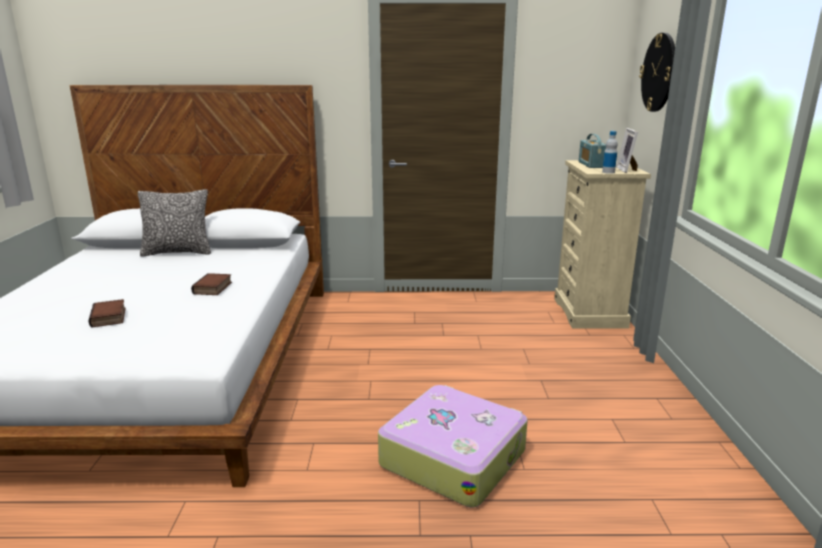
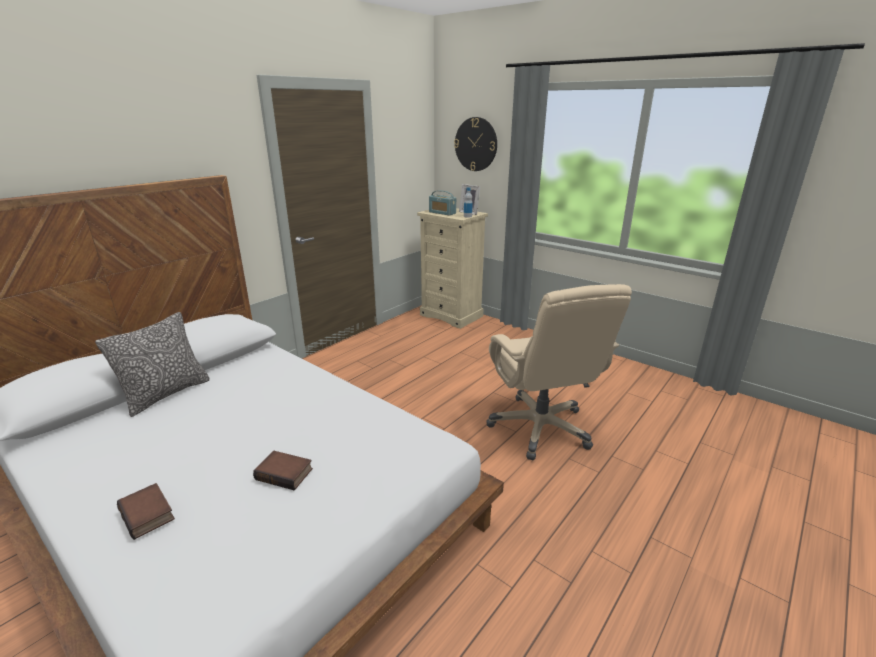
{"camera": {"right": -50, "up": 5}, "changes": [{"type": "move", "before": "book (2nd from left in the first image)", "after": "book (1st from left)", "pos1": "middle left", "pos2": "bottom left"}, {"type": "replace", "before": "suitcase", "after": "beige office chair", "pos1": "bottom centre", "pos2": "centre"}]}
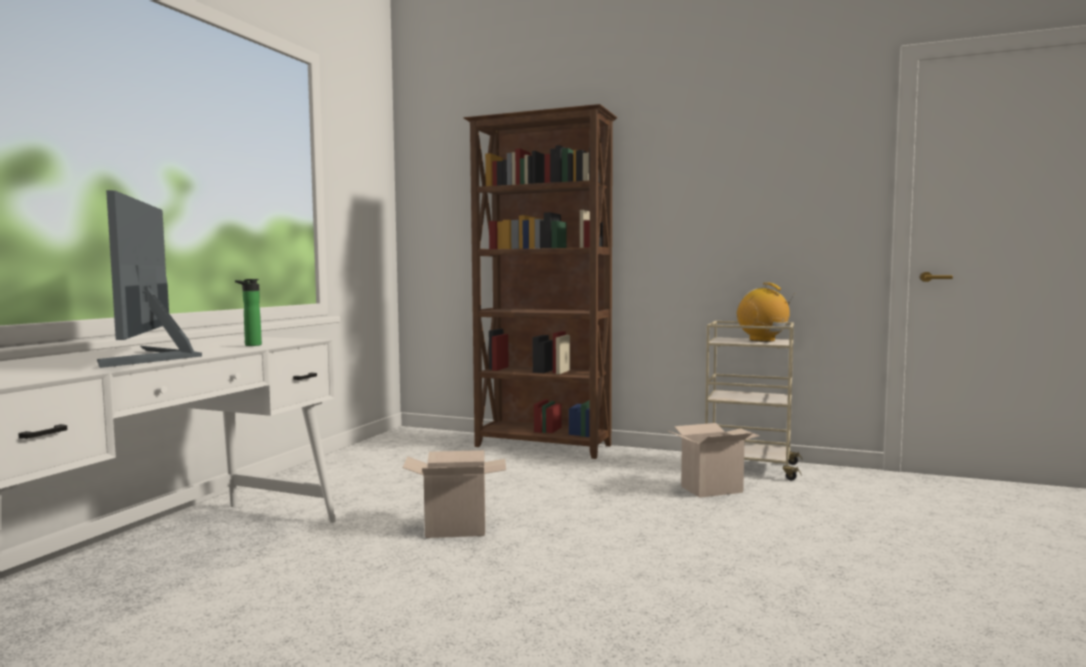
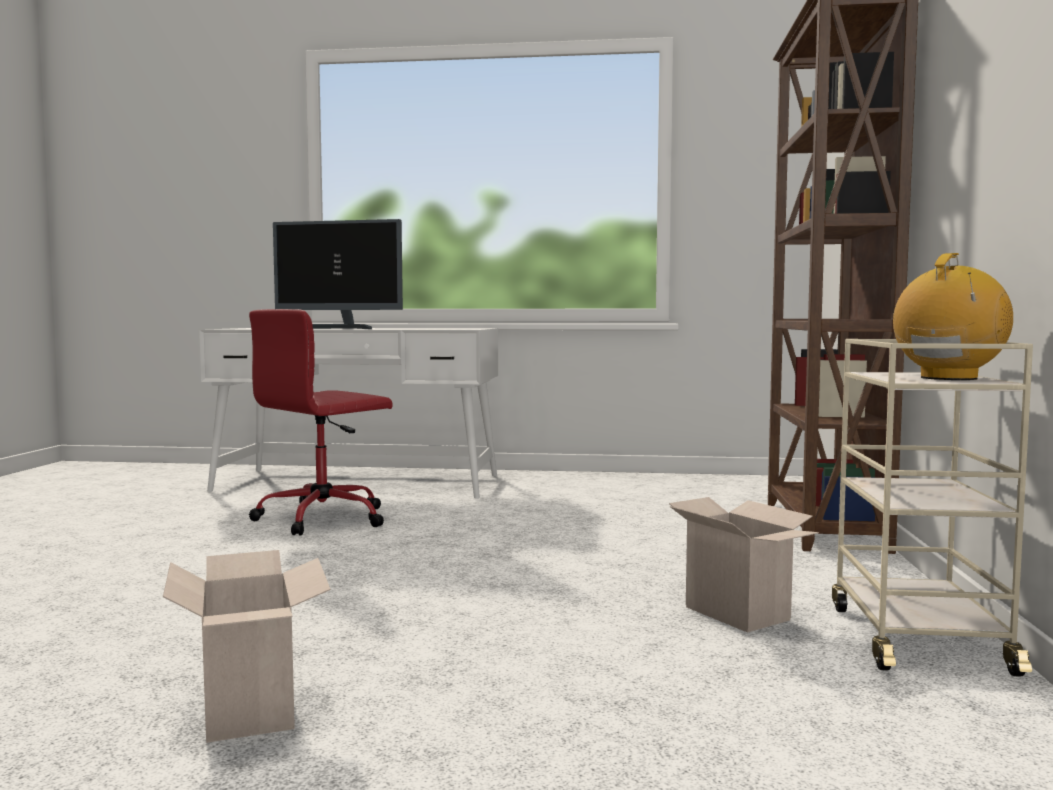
{"camera": {"right": 75, "up": 0}, "changes": [{"type": "move", "before": "cardboard box (1st from left)", "pos1": "bottom centre", "pos2": "bottom left"}, {"type": "insert", "after": "red office chair", "pos2": "middle left"}, {"type": "rotate", "before": "monitor", "pos1": "middle left", "pos2": "middle left", "turn": -135}, {"type": "delete", "before": "bottle", "pos1": "middle left"}]}
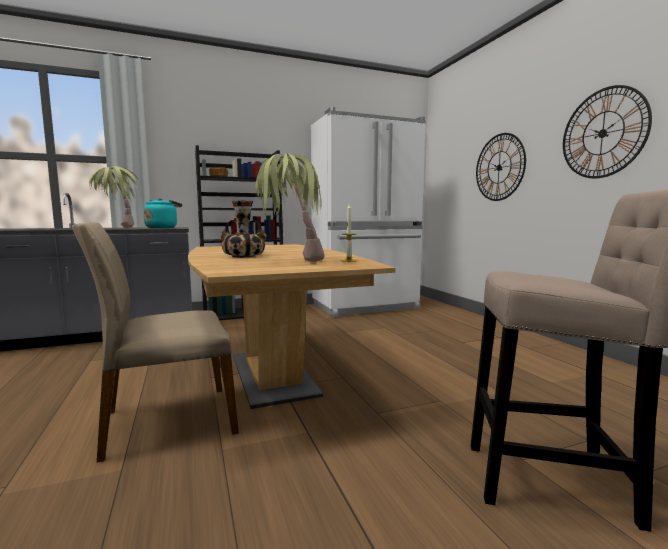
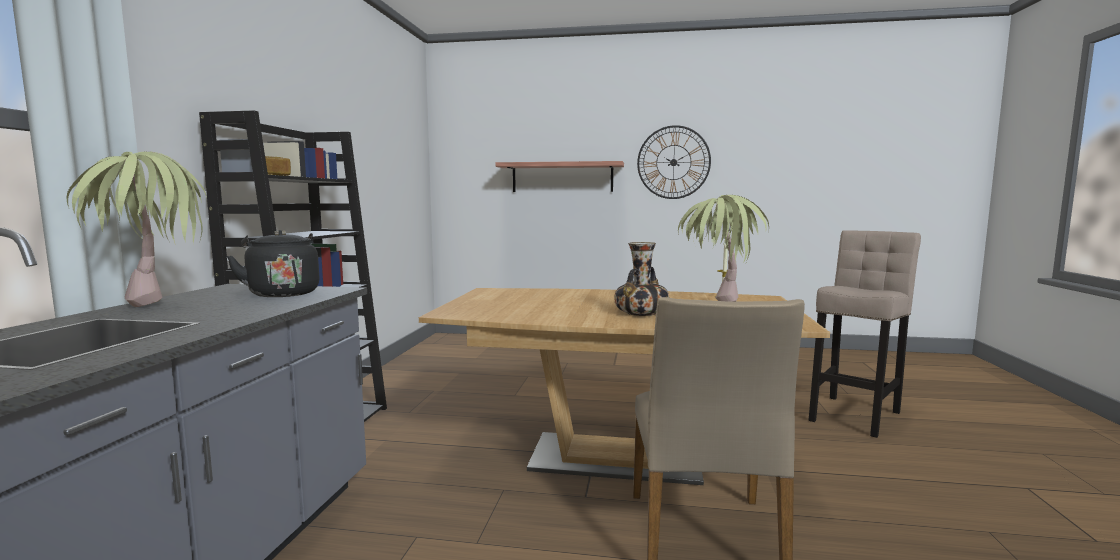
{"camera": {"right": -60, "up": 0}, "changes": [{"type": "recolor", "before": "turquoise kettle", "after": "black kettle", "pos1": "middle left", "pos2": "middle left"}, {"type": "replace", "before": "wall clock (1st from left)", "after": "shelf", "pos1": "top right", "pos2": "top centre"}, {"type": "delete", "before": "white fridge", "pos1": "centre"}]}
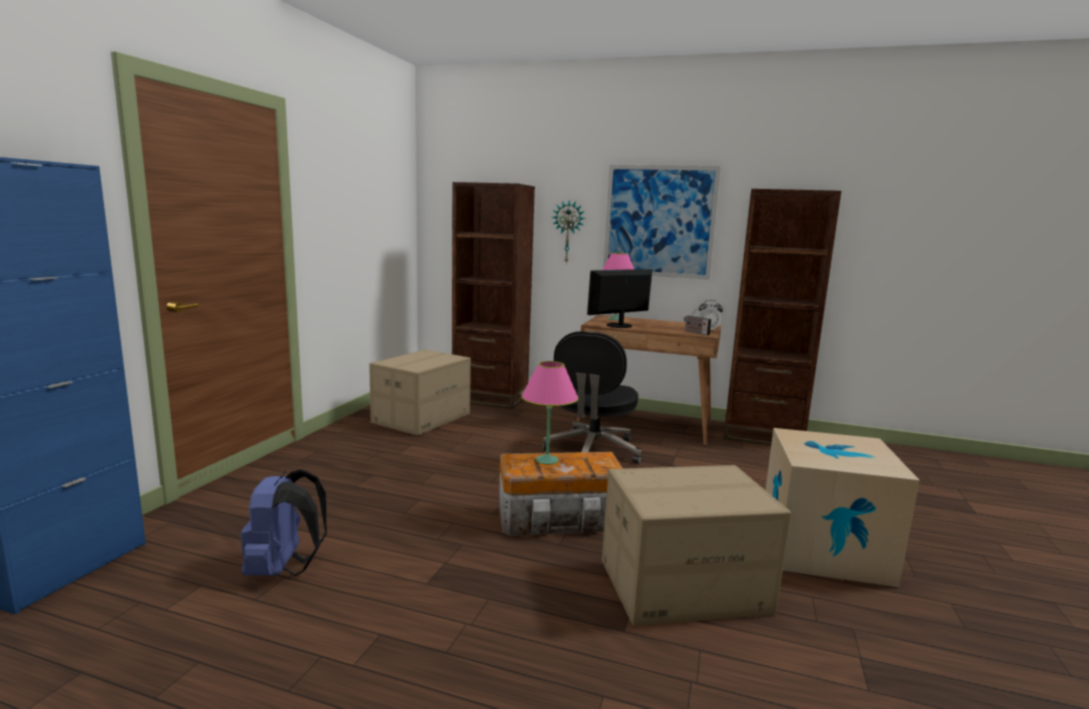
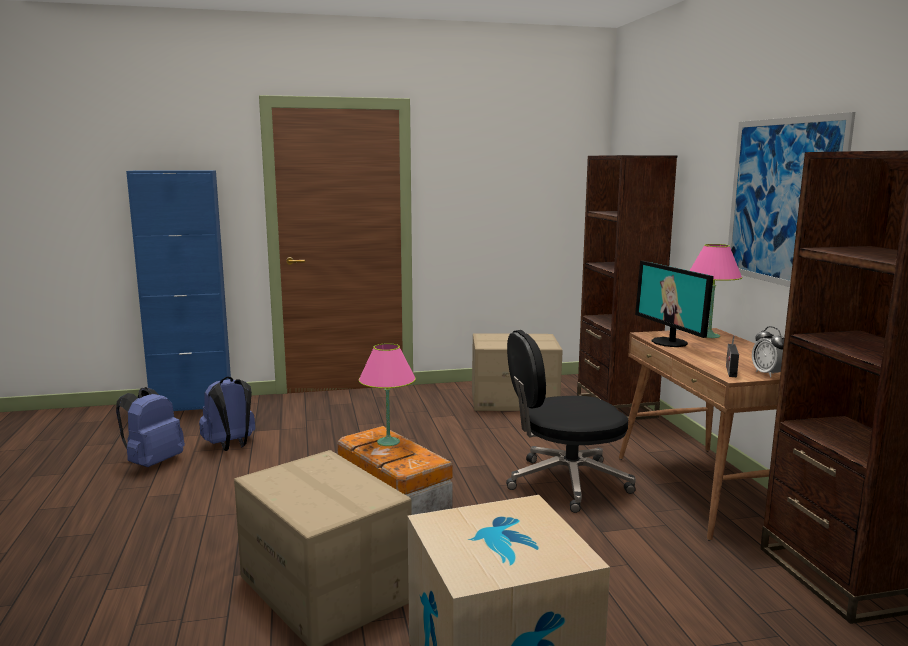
{"camera": {"right": 60, "up": 0}, "changes": [{"type": "insert", "after": "blue backpack (1st from left)", "pos2": "middle left"}, {"type": "rotate", "before": "monitor", "pos1": "centre", "pos2": "middle right", "turn": -135}, {"type": "delete", "before": "wall clock", "pos1": "top centre"}]}
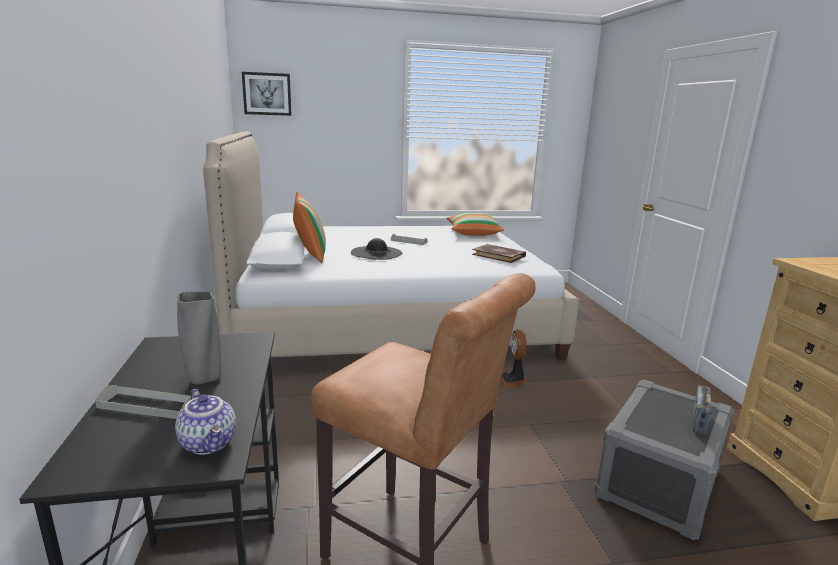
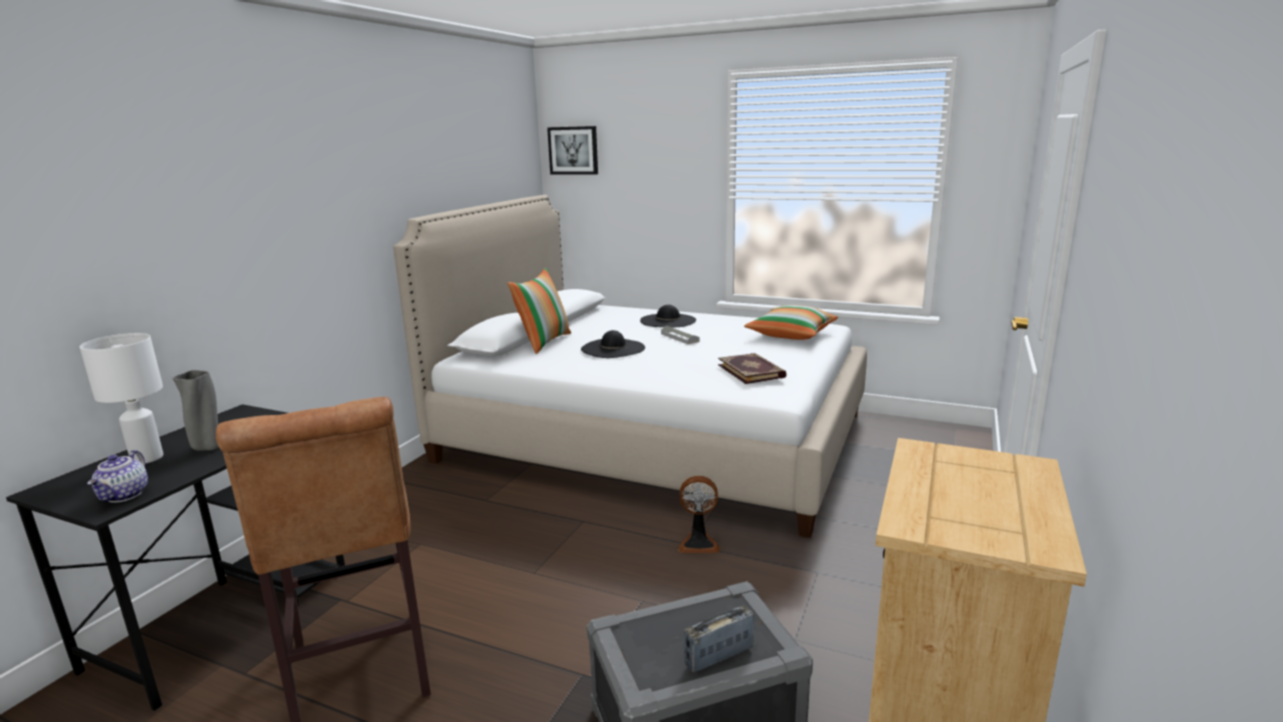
{"camera": {"right": 35, "up": 0}, "changes": [{"type": "replace", "before": "grey tray (1st from left)", "after": "white table lamp", "pos1": "bottom left", "pos2": "middle left"}, {"type": "insert", "after": "black hat (2nd from left)", "pos2": "centre"}, {"type": "rotate", "before": "fan", "pos1": "centre", "pos2": "bottom centre", "turn": -120}]}
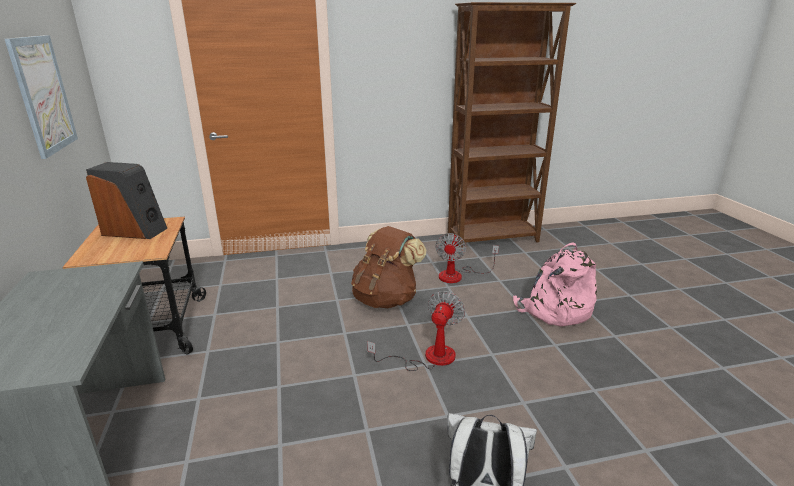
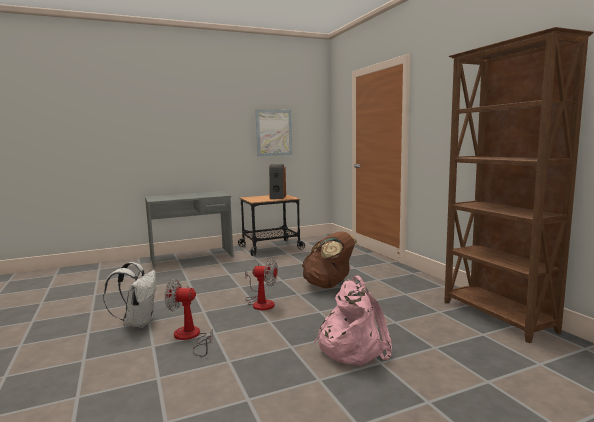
{"camera": {"right": 80, "up": -15}, "changes": [{"type": "move", "before": "fan (2nd from left in the first image)", "after": "fan (1st from left)", "pos1": "centre", "pos2": "bottom left"}]}
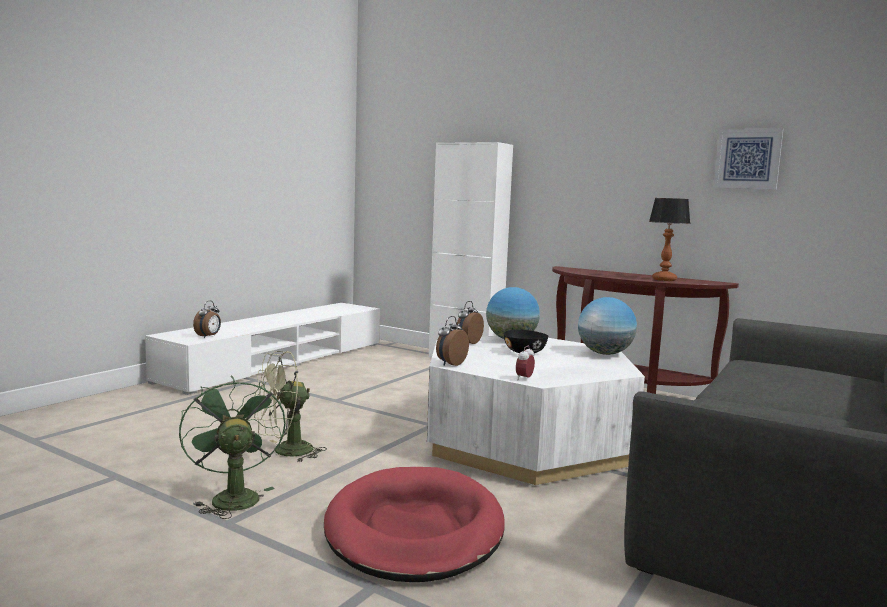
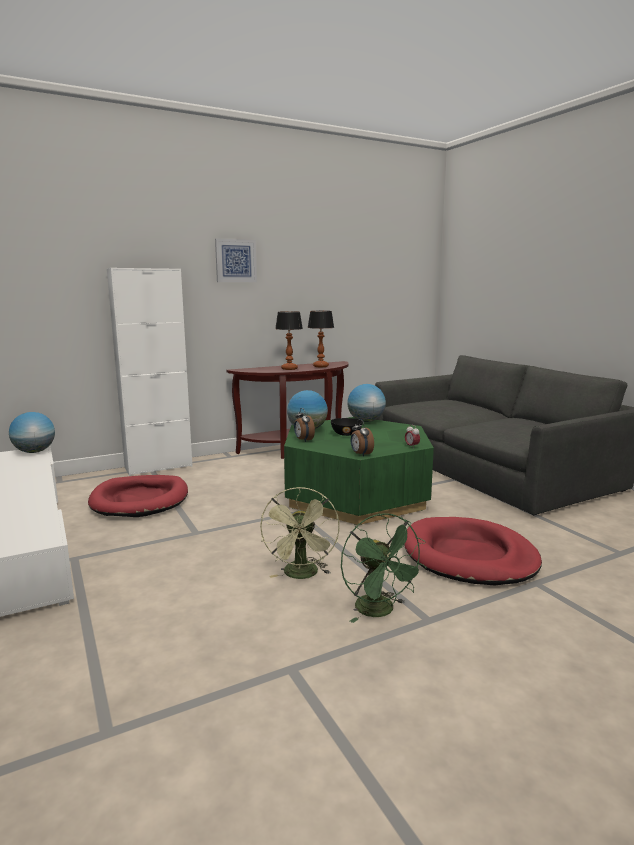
{"camera": {"right": -60, "up": 5}, "changes": [{"type": "insert", "after": "globe (1st from left)", "pos2": "middle left"}, {"type": "insert", "after": "red dog bed (1st from left)", "pos2": "middle left"}, {"type": "move", "before": "picture", "pos1": "top right", "pos2": "top centre"}, {"type": "insert", "after": "table lamp (1st from left)", "pos2": "centre"}, {"type": "recolor", "before": "white coffee table", "after": "green coffee table", "pos1": "bottom centre", "pos2": "centre"}, {"type": "rotate", "before": "green fan (1st from left in the first image)", "pos1": "bottom left", "pos2": "bottom centre", "turn": -120}, {"type": "delete", "before": "alarm clock (1st from left)", "pos1": "middle left"}]}
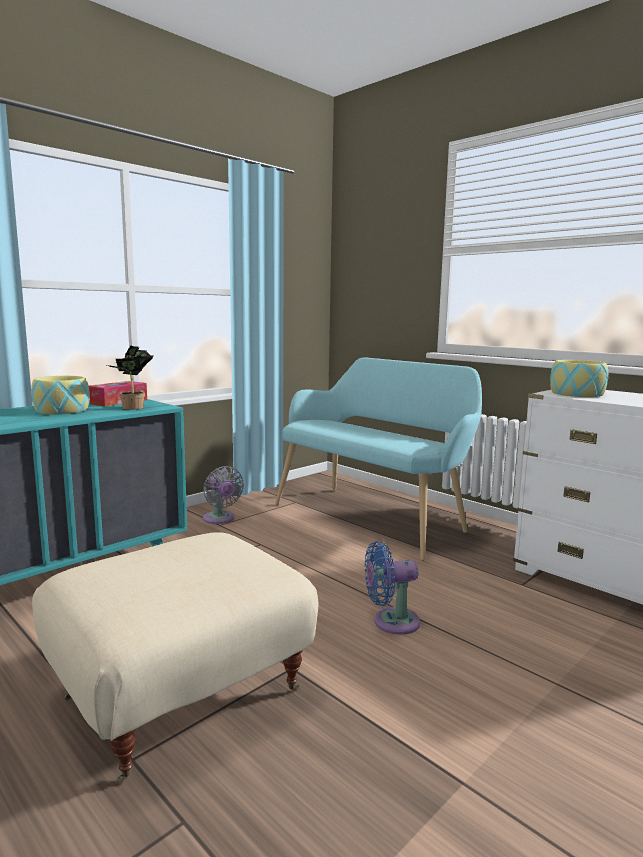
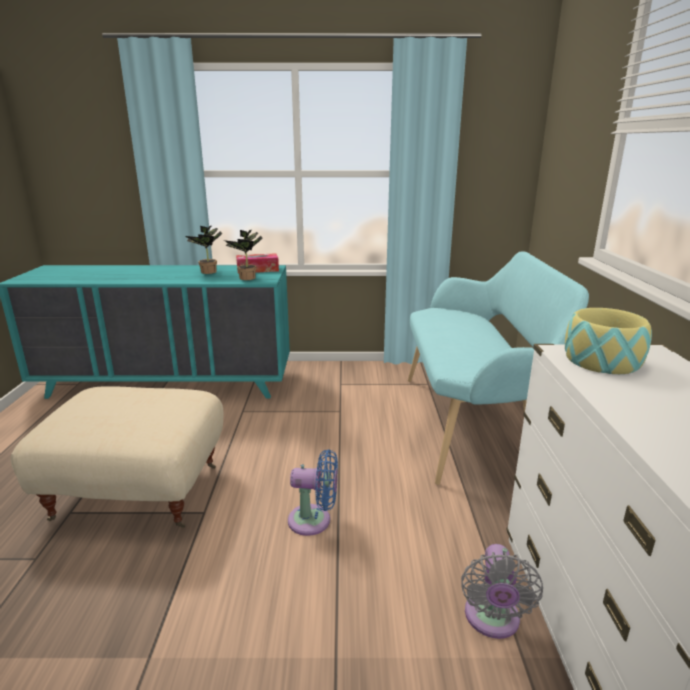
{"camera": {"right": 45, "up": 10}, "changes": [{"type": "replace", "before": "bowl (1st from left)", "after": "potted plant (1st from left)", "pos1": "middle left", "pos2": "middle left"}, {"type": "rotate", "before": "blue fan", "pos1": "bottom centre", "pos2": "bottom centre", "turn": 150}, {"type": "move", "before": "grey fan", "pos1": "centre", "pos2": "bottom right"}]}
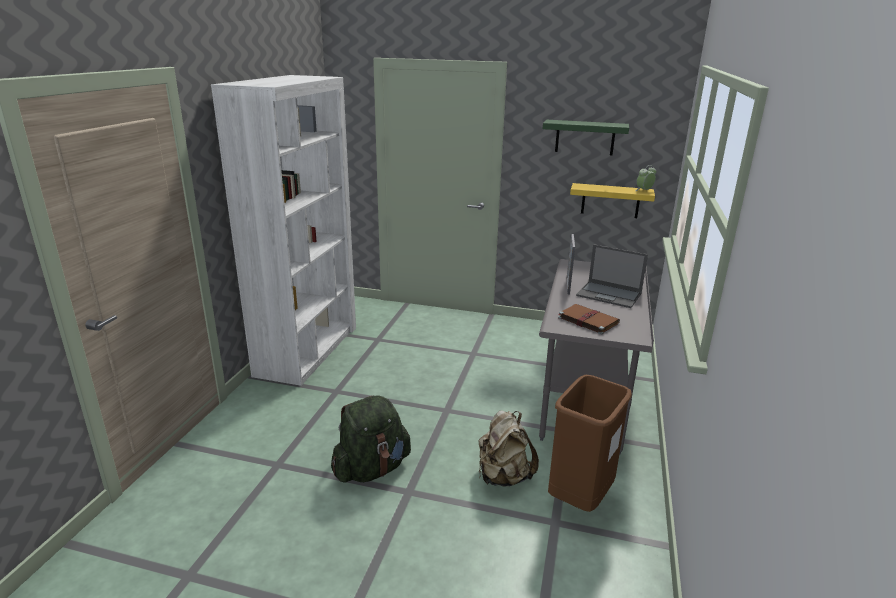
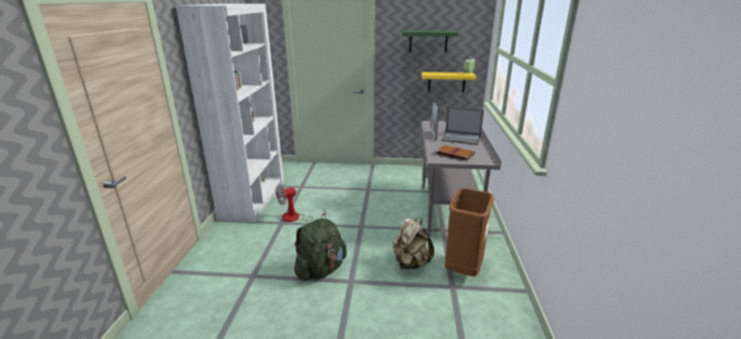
{"camera": {"right": -10, "up": 0}, "changes": [{"type": "insert", "after": "fan", "pos2": "centre"}]}
